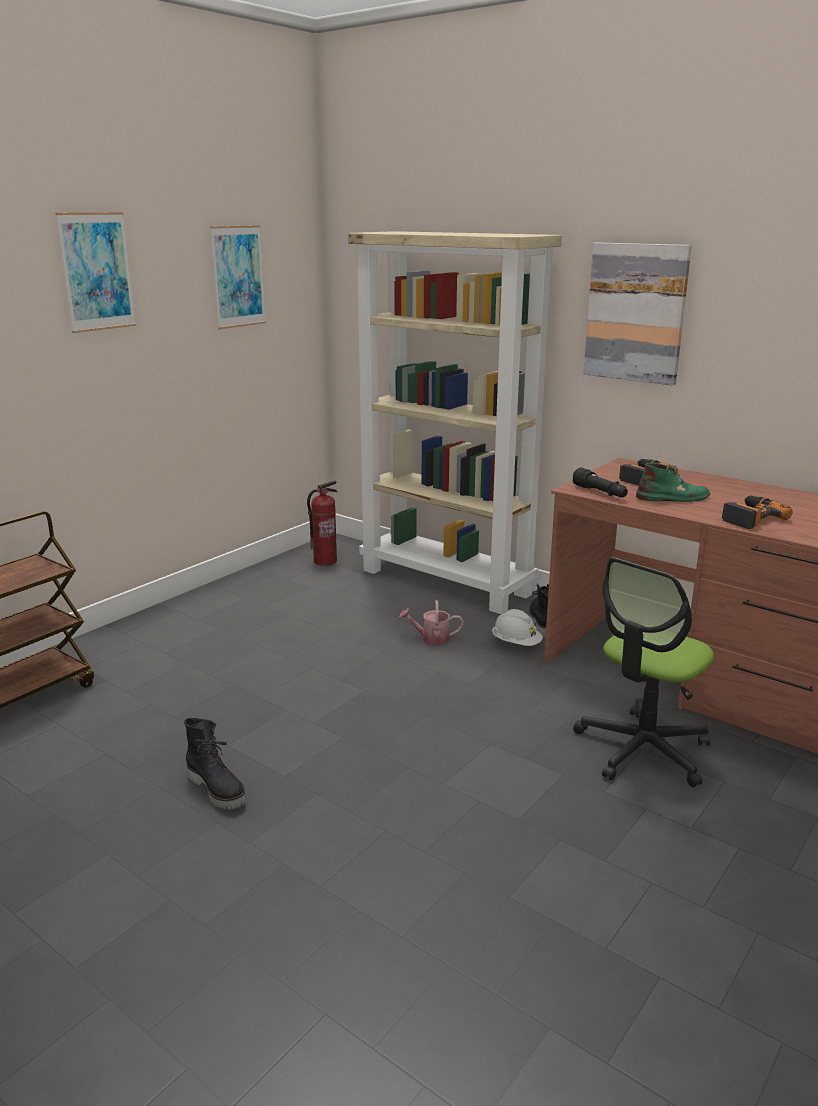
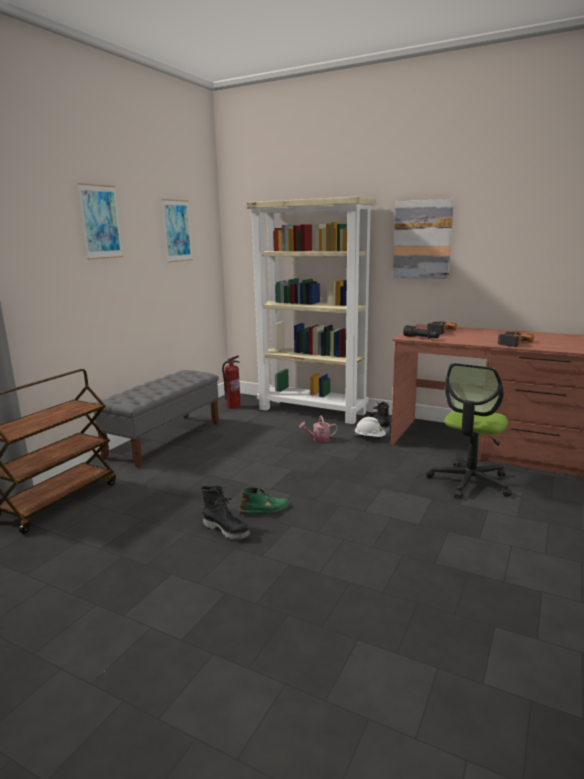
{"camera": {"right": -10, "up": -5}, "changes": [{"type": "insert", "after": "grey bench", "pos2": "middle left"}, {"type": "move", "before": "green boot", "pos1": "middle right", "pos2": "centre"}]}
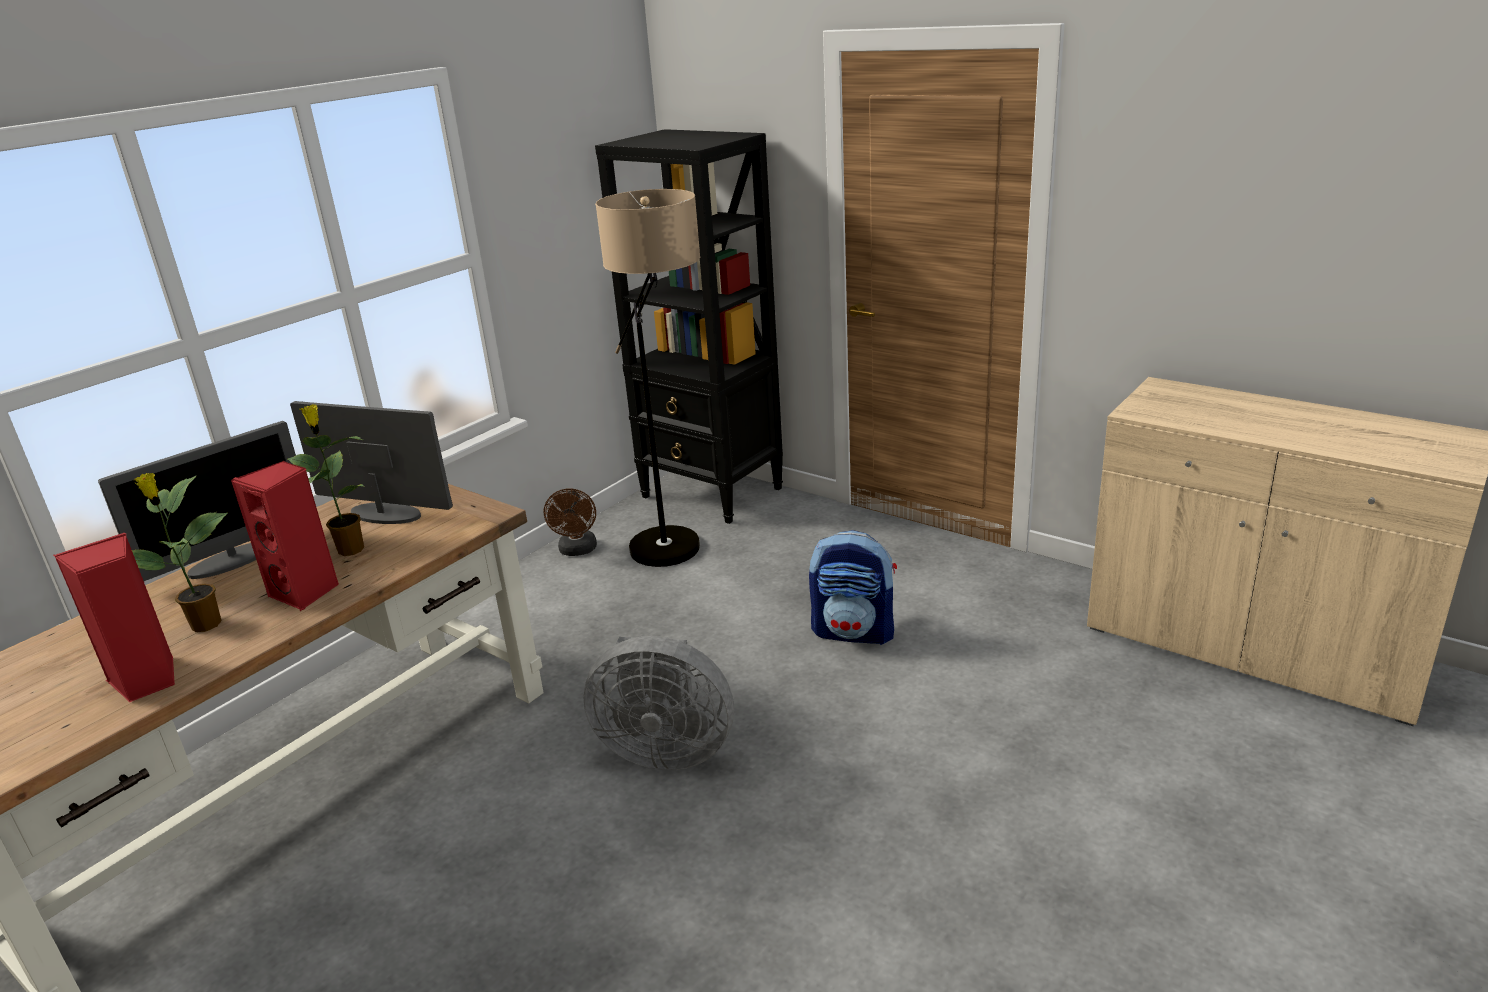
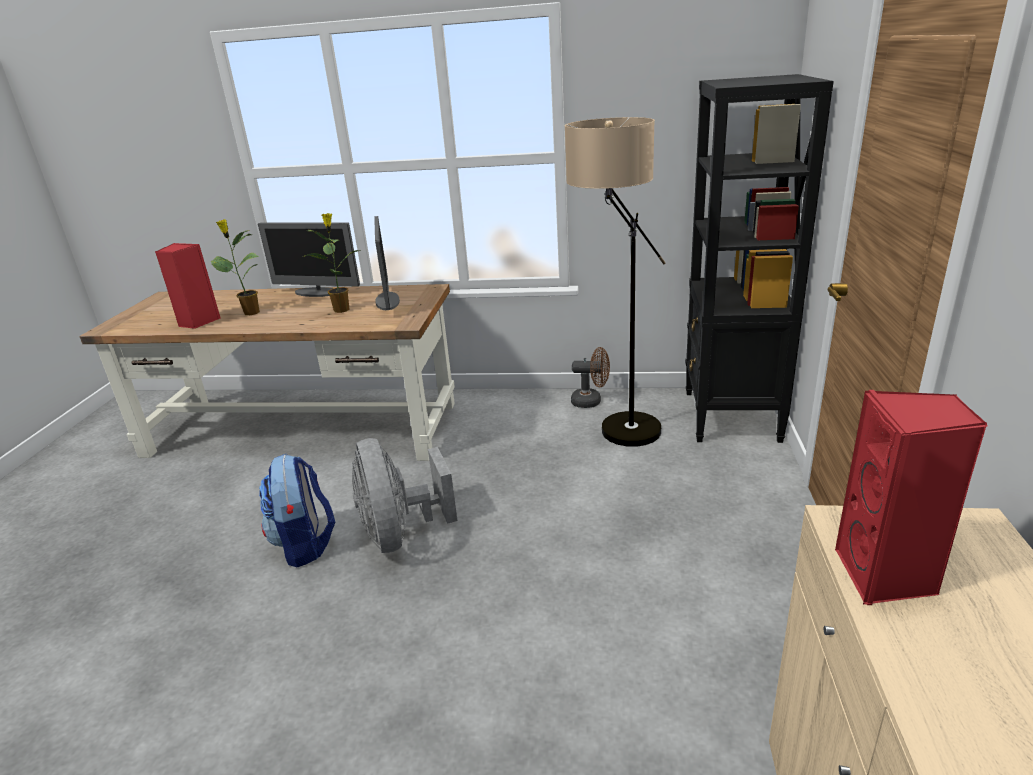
{"camera": {"right": 60, "up": 0}, "changes": [{"type": "move", "before": "backpack", "pos1": "centre", "pos2": "middle left"}, {"type": "rotate", "before": "brown fan", "pos1": "centre", "pos2": "centre", "turn": -135}, {"type": "move", "before": "red speaker (2nd from left)", "pos1": "middle left", "pos2": "middle right"}]}
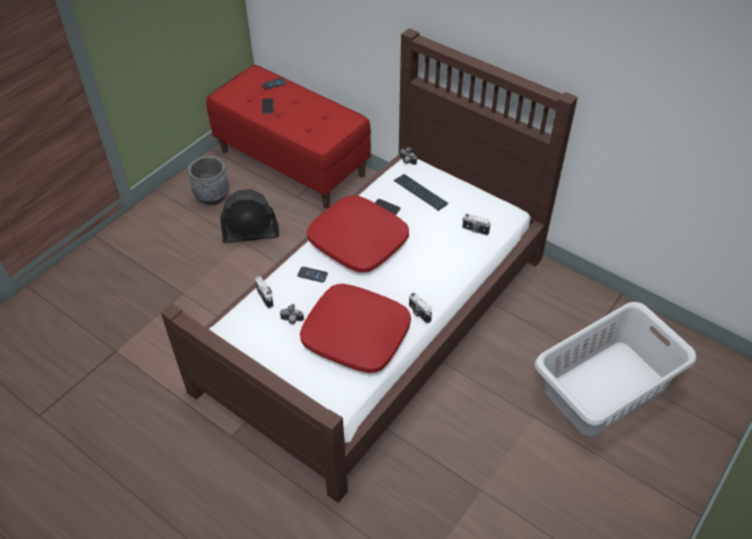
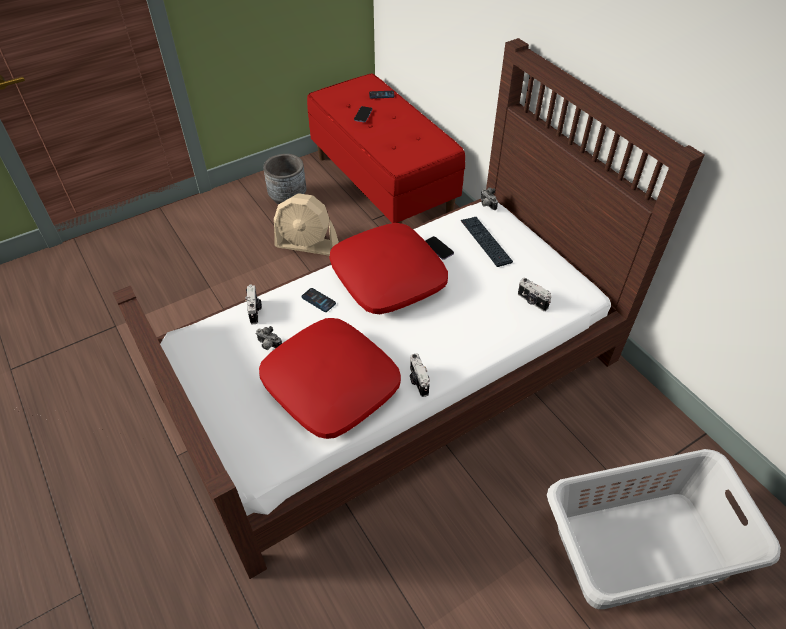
{"camera": {"right": 20, "up": 0}, "changes": [{"type": "recolor", "before": "black fan", "after": "beige fan", "pos1": "middle left", "pos2": "centre"}]}
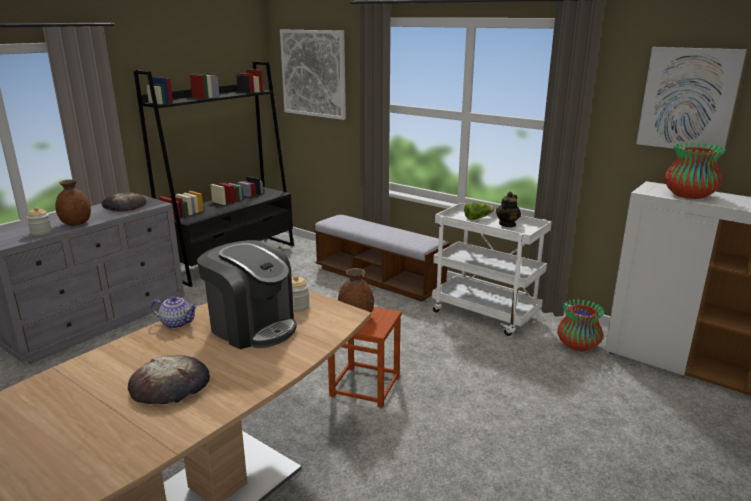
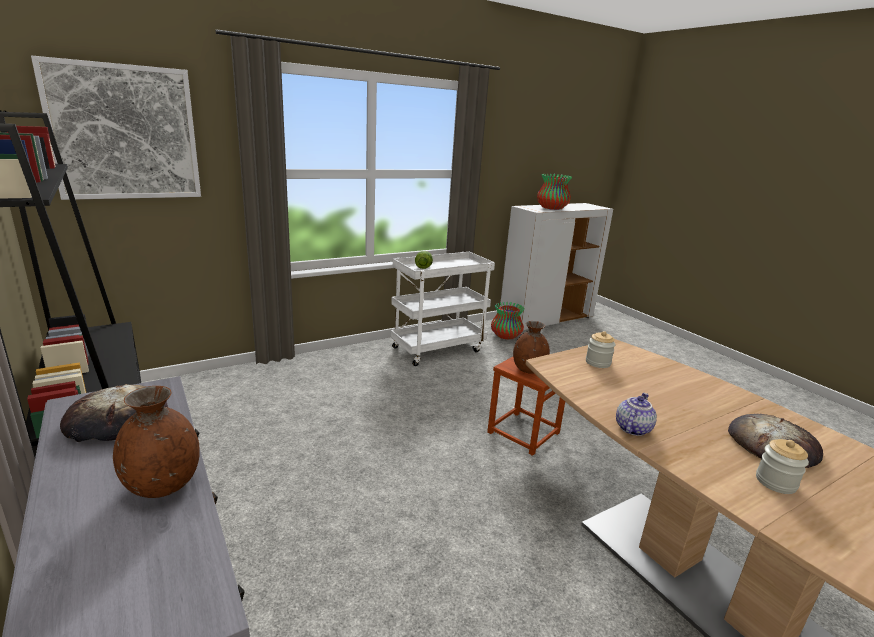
{"camera": {"right": -70, "up": 0}, "changes": [{"type": "move", "before": "jar (1st from left in the first image)", "after": "jar (2nd from left)", "pos1": "middle left", "pos2": "bottom right"}, {"type": "delete", "before": "coffee machine", "pos1": "middle left"}, {"type": "delete", "before": "bench", "pos1": "centre"}, {"type": "delete", "before": "teapot (2nd from left)", "pos1": "middle right"}, {"type": "delete", "before": "picture (2nd from left)", "pos1": "top right"}]}
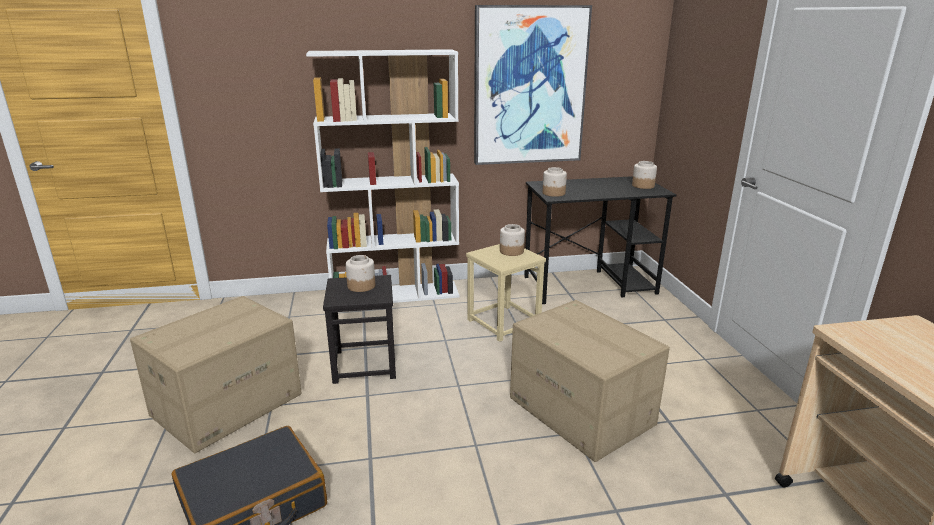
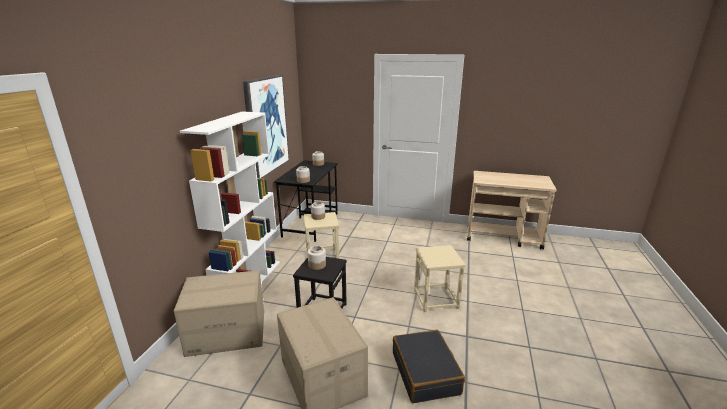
{"camera": {"right": -65, "up": 0}, "changes": [{"type": "move", "before": "cardboard box (2nd from left in the first image)", "after": "cardboard box (1st from left)", "pos1": "bottom centre", "pos2": "bottom left"}, {"type": "insert", "after": "beige stool (2nd from left)", "pos2": "bottom centre"}]}
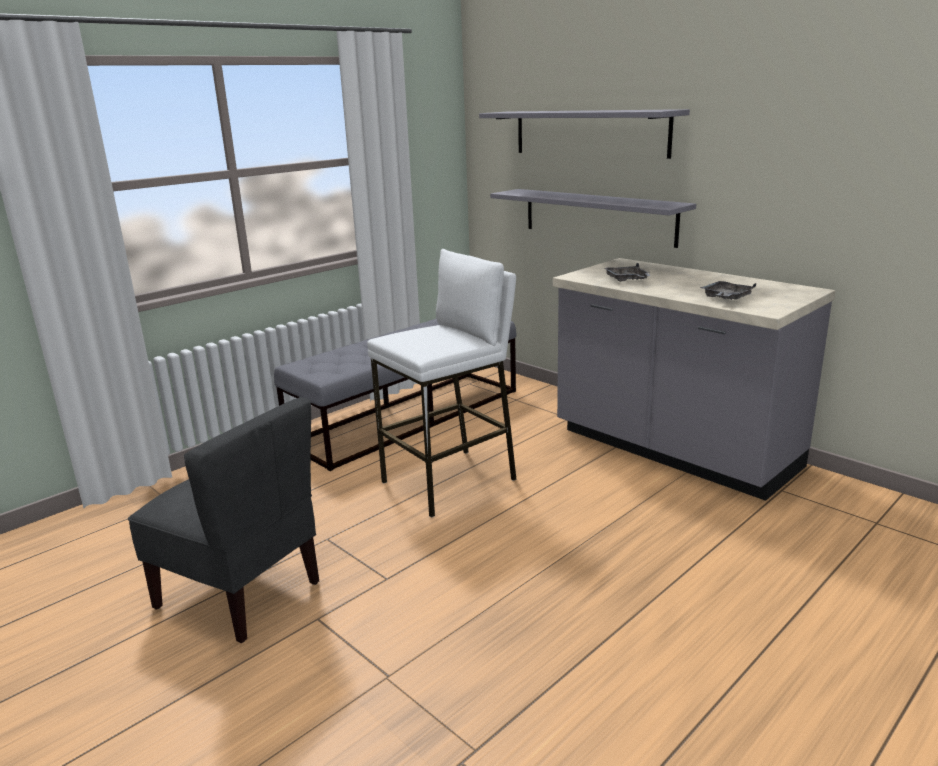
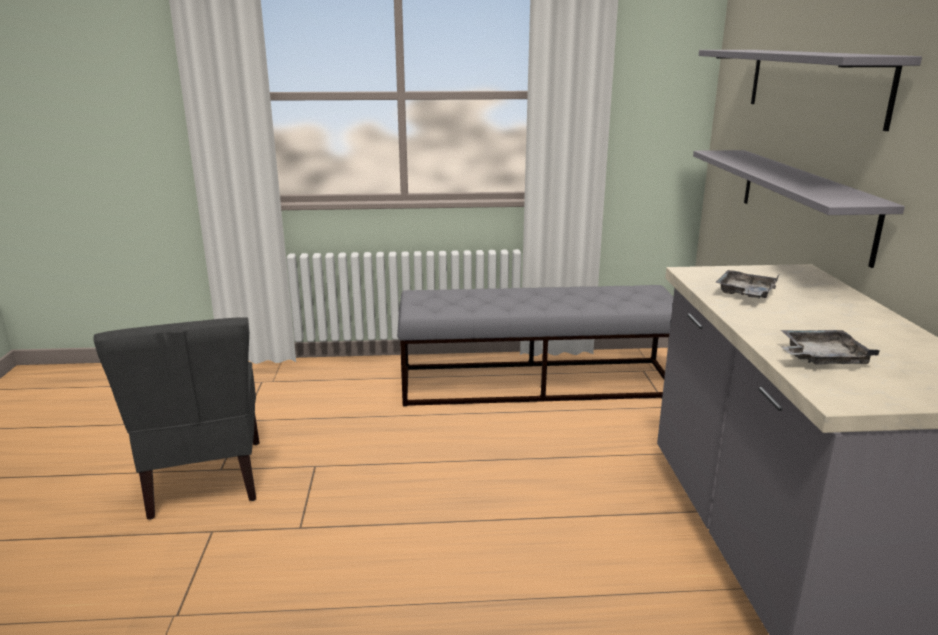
{"camera": {"right": 40, "up": 0}, "changes": [{"type": "delete", "before": "white stool", "pos1": "centre"}]}
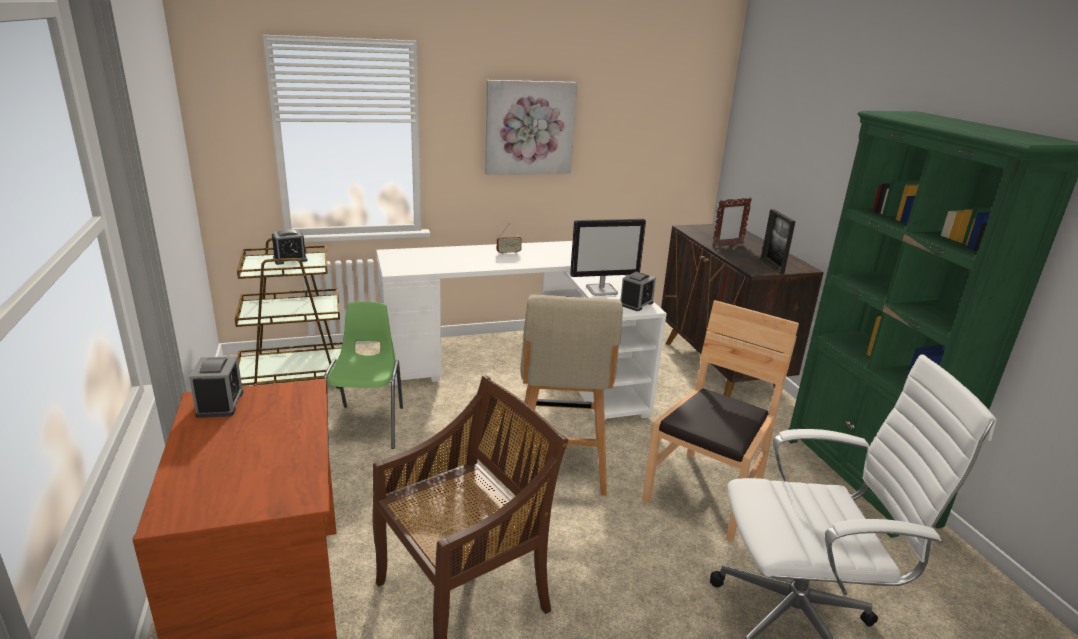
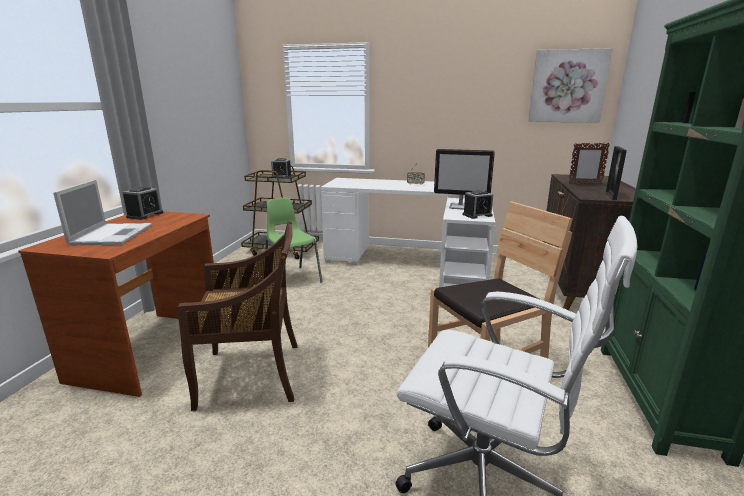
{"camera": {"right": 30, "up": -5}, "changes": [{"type": "insert", "after": "laptop", "pos2": "middle left"}, {"type": "rotate", "before": "green chair", "pos1": "centre", "pos2": "centre", "turn": -60}, {"type": "move", "before": "picture", "pos1": "top centre", "pos2": "top right"}, {"type": "delete", "before": "beige stool", "pos1": "centre"}]}
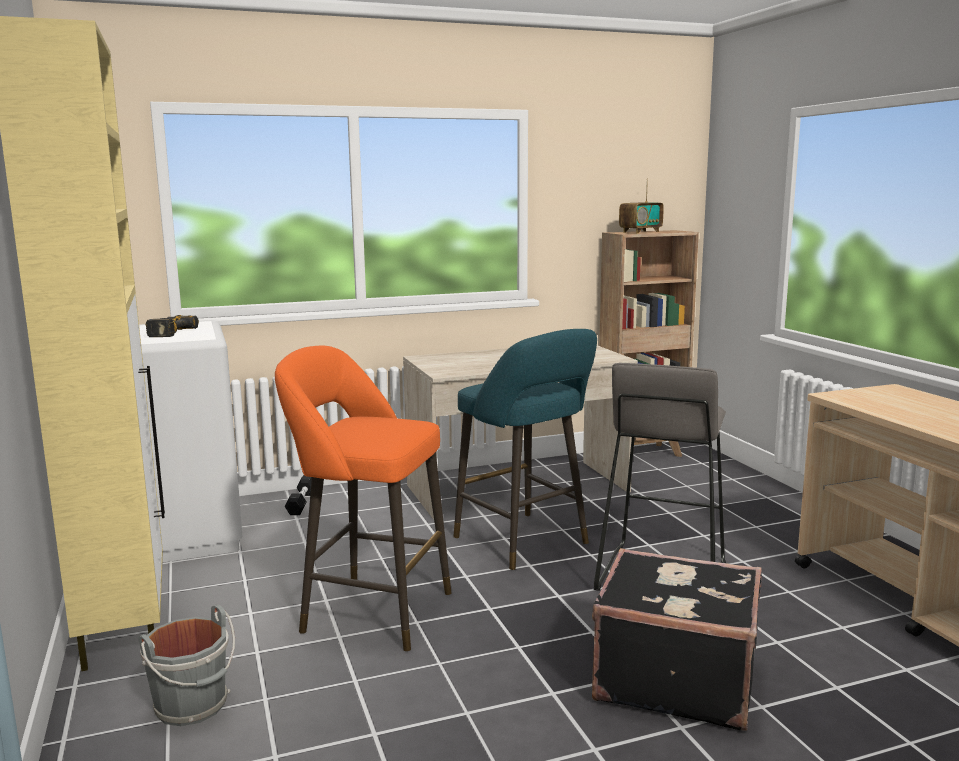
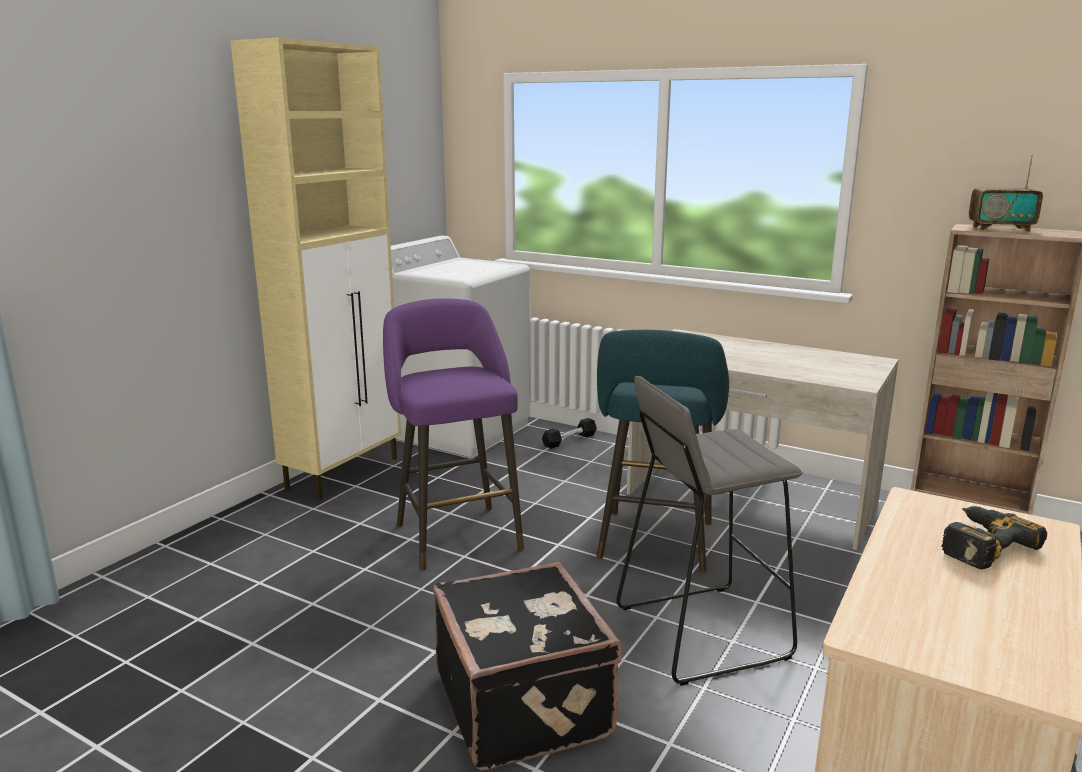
{"camera": {"right": 50, "up": 5}, "changes": [{"type": "recolor", "before": "orange stool", "after": "purple stool", "pos1": "centre", "pos2": "centre"}, {"type": "move", "before": "power drill", "pos1": "middle left", "pos2": "bottom right"}, {"type": "delete", "before": "grey bucket", "pos1": "bottom left"}]}
